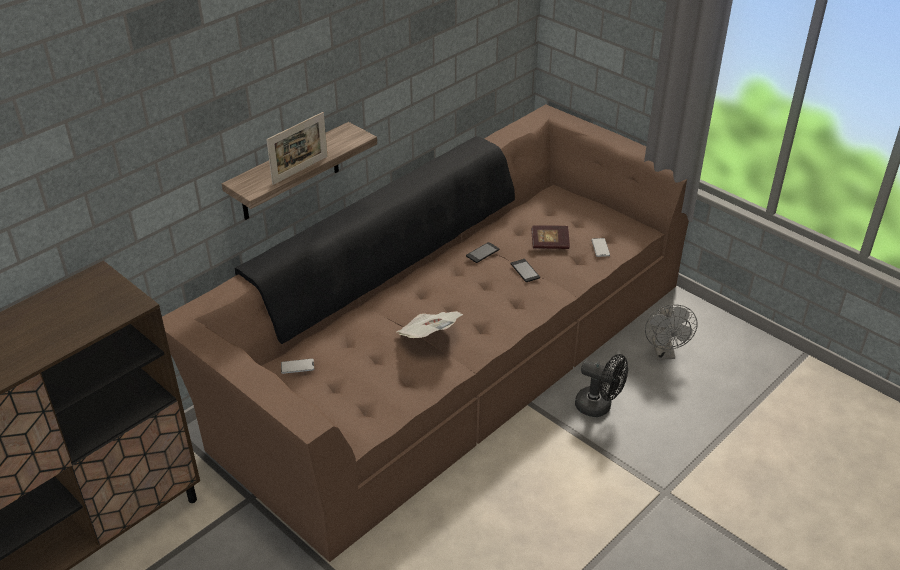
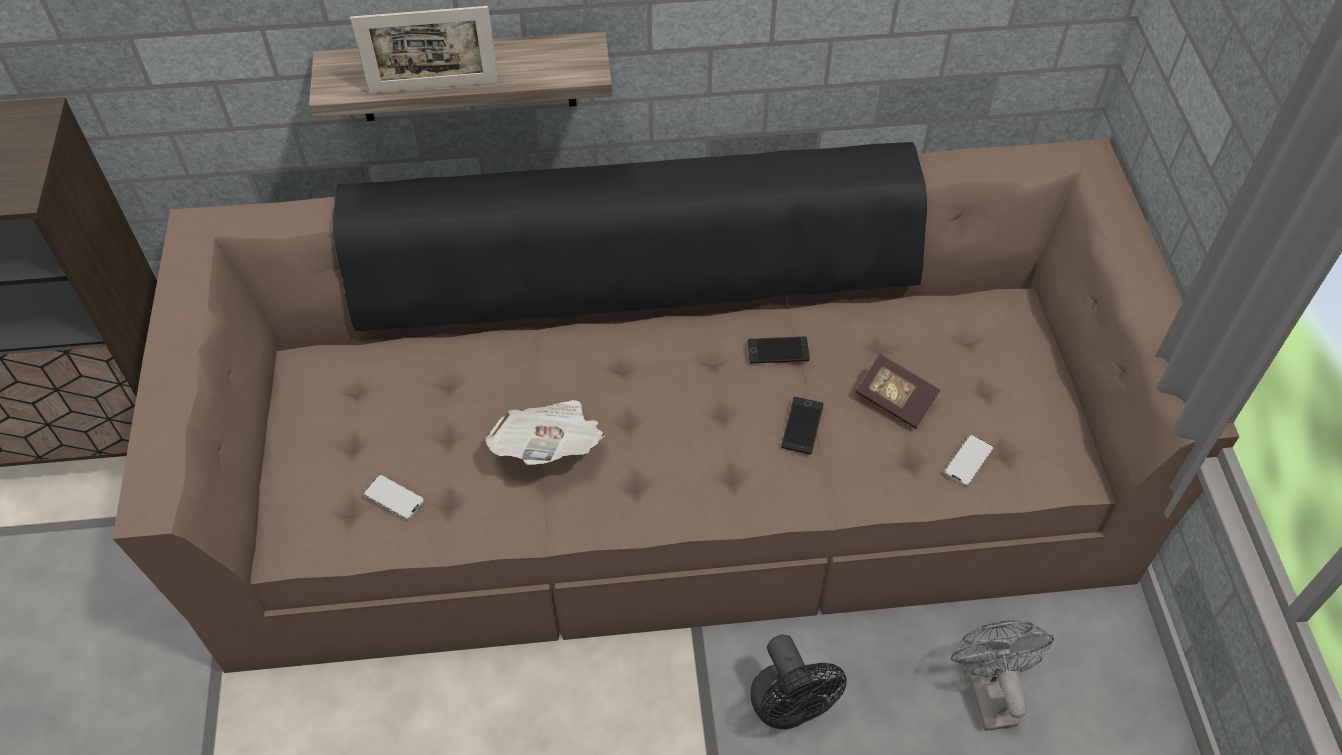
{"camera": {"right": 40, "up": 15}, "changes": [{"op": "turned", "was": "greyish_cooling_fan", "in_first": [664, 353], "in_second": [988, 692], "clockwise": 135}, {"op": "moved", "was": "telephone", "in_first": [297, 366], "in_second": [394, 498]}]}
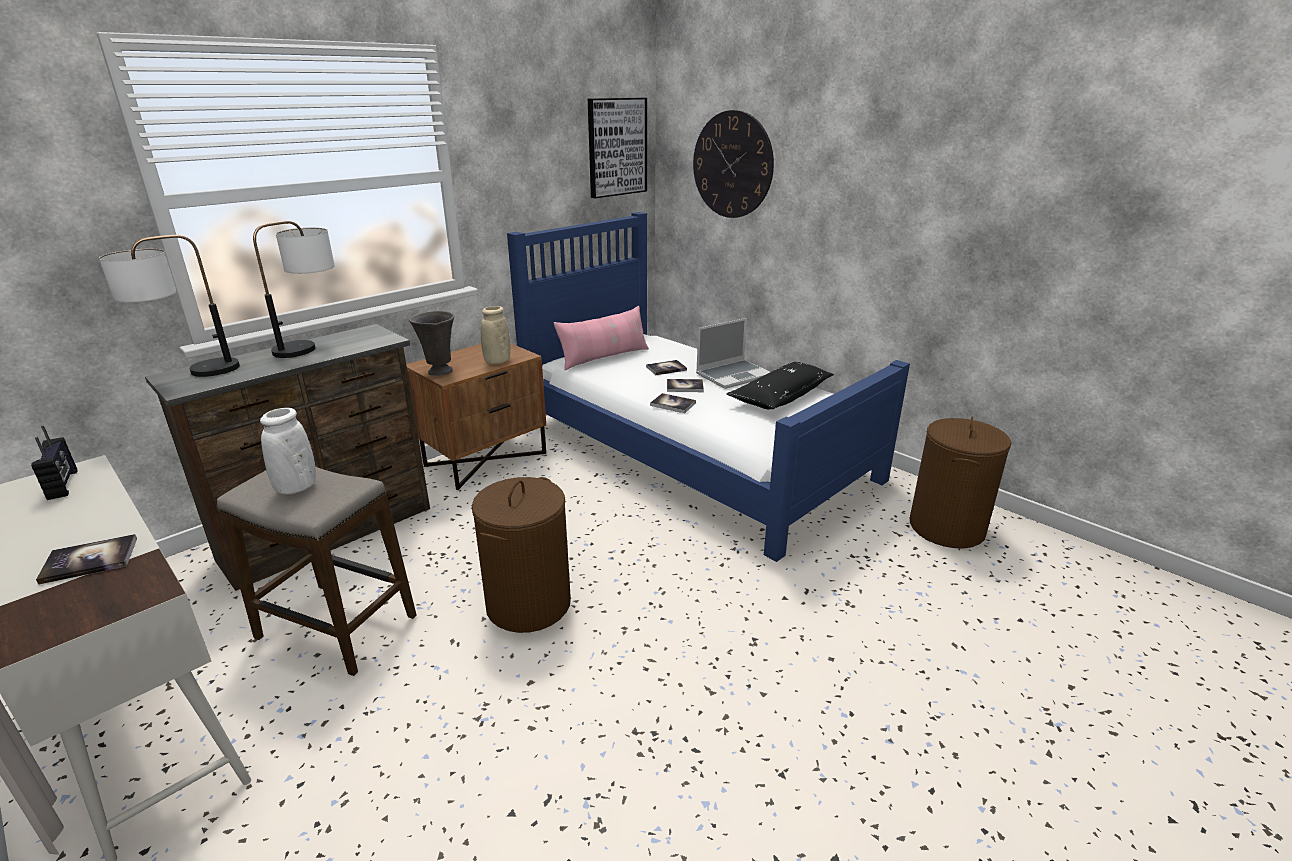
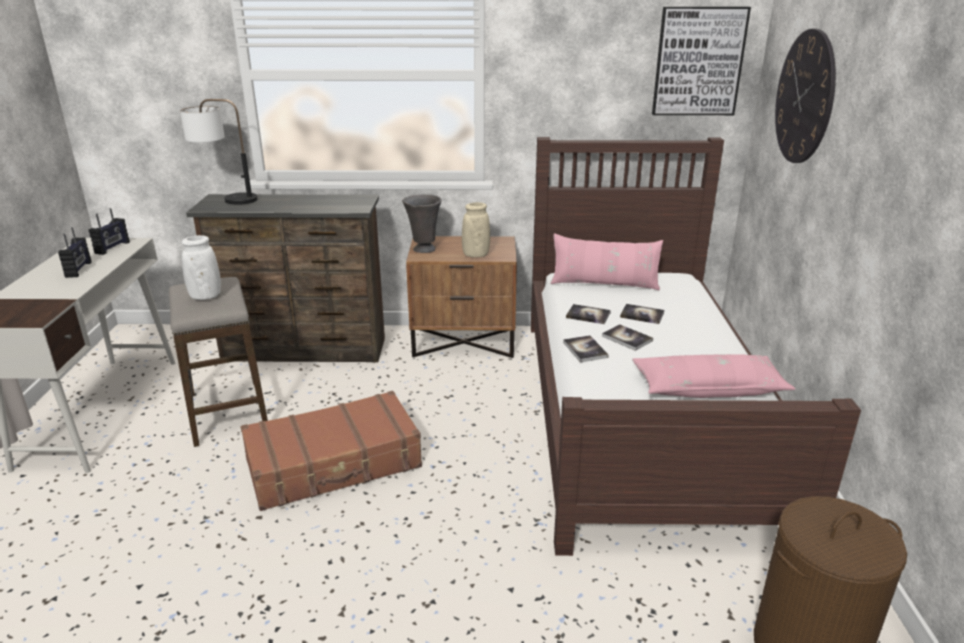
{"camera": {"right": 45, "up": 0}, "changes": [{"op": "recoloured", "was": "bluish_bedroom_bed", "now": "brown_bedroom_bed", "in_first": [691, 450], "in_second": [639, 413]}, {"op": "removed", "was": "tabletop_lamp", "in_first": [313, 345]}, {"op": "removed", "was": "portable_computer", "in_first": [733, 375]}, {"op": "recoloured", "was": "black_cushion", "now": "pink-coloured_cushion", "in_first": [781, 396], "in_second": [708, 388]}, {"op": "replaced", "was": "brown_hamper", "now": "brown_suitcase", "in_first": [528, 603], "in_second": [334, 464]}, {"op": "moved", "was": "volume", "in_first": [90, 560], "in_second": [588, 315]}, {"op": "added", "now": "radio_set", "in_second": [79, 269]}]}
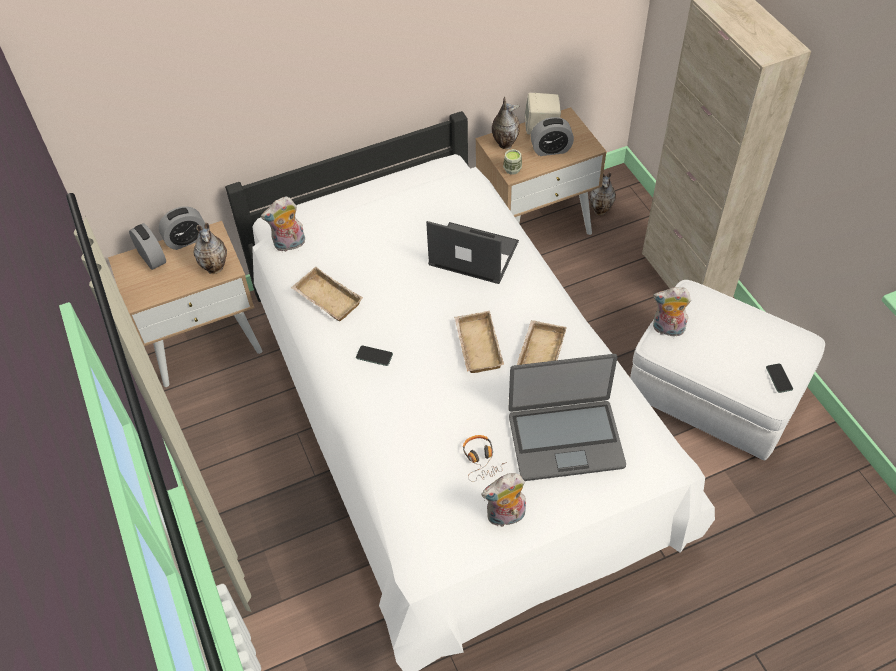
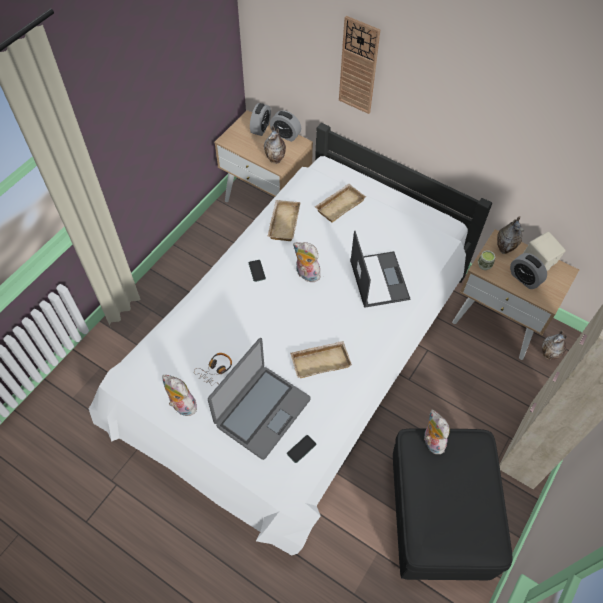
{"camera": {"right": 55, "up": 5}, "changes": [{"op": "moved", "was": "cuddly_toy", "in_first": [289, 245], "in_second": [306, 275]}, {"op": "recoloured", "was": "white_footrest", "now": "black_footrest", "in_first": [715, 396], "in_second": [438, 516]}, {"op": "moved", "was": "beige-coloured_serving_tray", "in_first": [476, 345], "in_second": [339, 205]}, {"op": "turned", "was": "portable_computer", "in_first": [565, 439], "in_second": [262, 411], "clockwise": -105}, {"op": "moved", "was": "telephone", "in_first": [779, 378], "in_second": [301, 449]}, {"op": "added", "now": "hanging_clock", "in_second": [358, 66]}]}
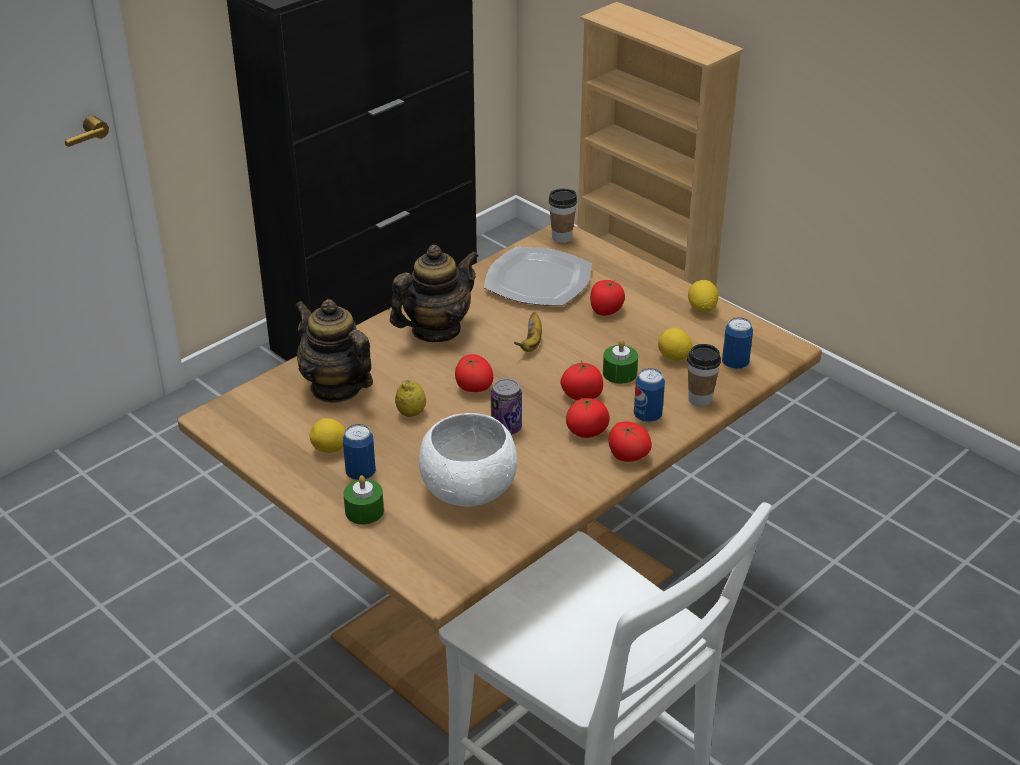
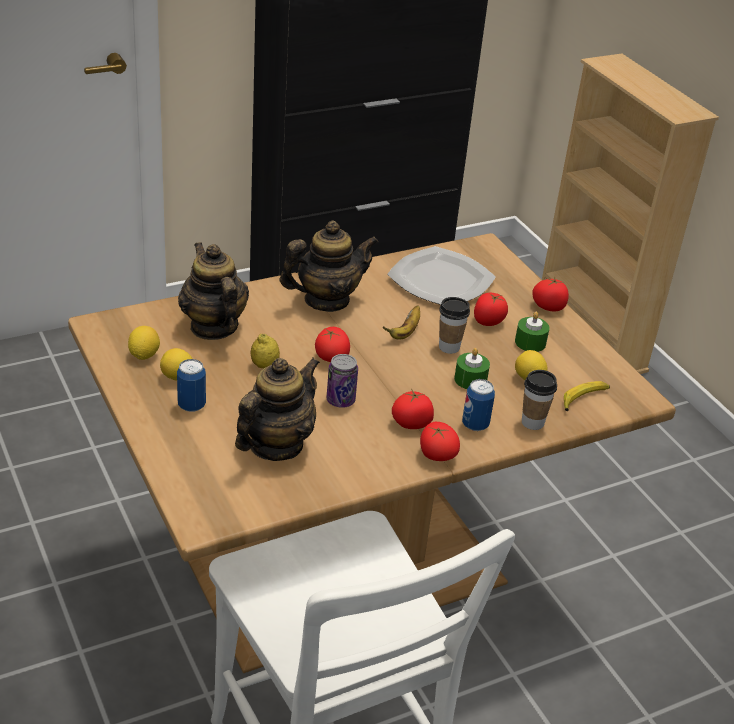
{"camera": {"right": 15, "up": 0}, "changes": [{"op": "moved", "was": "drinking_cup", "in_first": [561, 237], "in_second": [449, 347]}, {"op": "moved", "was": "whole_lemon", "in_first": [702, 309], "in_second": [144, 355]}, {"op": "replaced", "was": "metal_can", "now": "whole_banana", "in_first": [735, 364], "in_second": [583, 399]}, {"op": "moved", "was": "tomato", "in_first": [582, 395], "in_second": [549, 306]}, {"op": "replaced", "was": "white_serving_bowl", "now": "tea_pot", "in_first": [467, 490], "in_second": [275, 445]}, {"op": "moved", "was": "greenish_wax_light", "in_first": [364, 511], "in_second": [530, 342]}]}
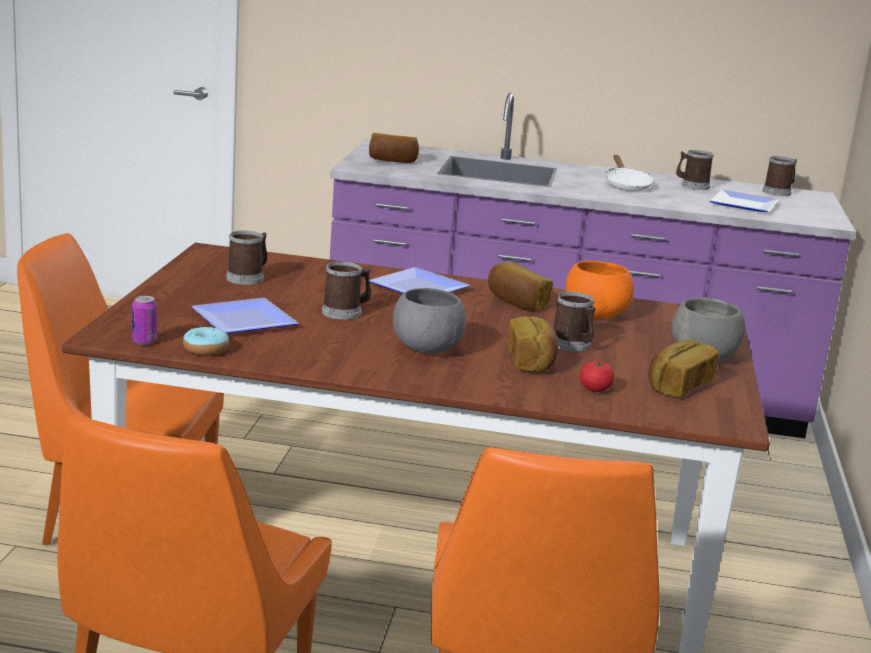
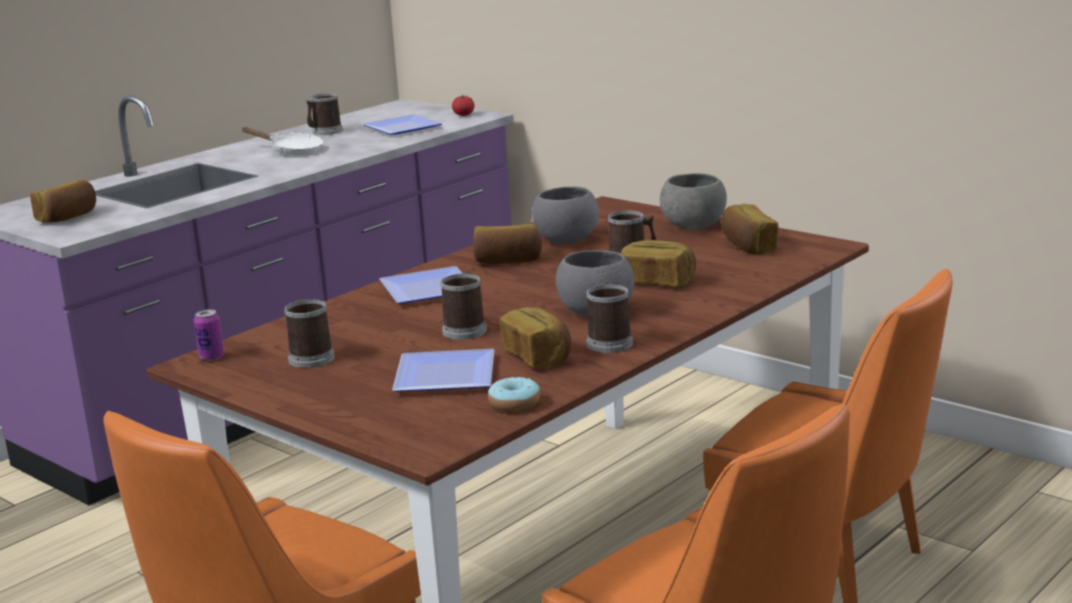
{"camera": {"right": -55, "up": 0}, "changes": [{"op": "moved", "was": "tea_mug", "in_first": [779, 192], "in_second": [609, 342]}, {"op": "recoloured", "was": "orange-coloured_serving_bowl", "now": "greyish_serving_bowl", "in_first": [595, 315], "in_second": [565, 241]}, {"op": "moved", "was": "metal_can", "in_first": [144, 341], "in_second": [212, 357]}, {"op": "moved", "was": "tomato", "in_first": [595, 389], "in_second": [463, 115]}, {"op": "added", "now": "bakery_bread", "in_second": [538, 357]}]}
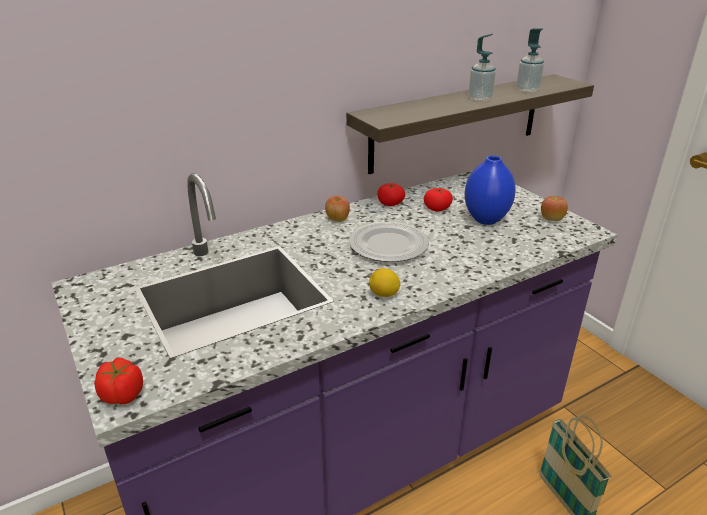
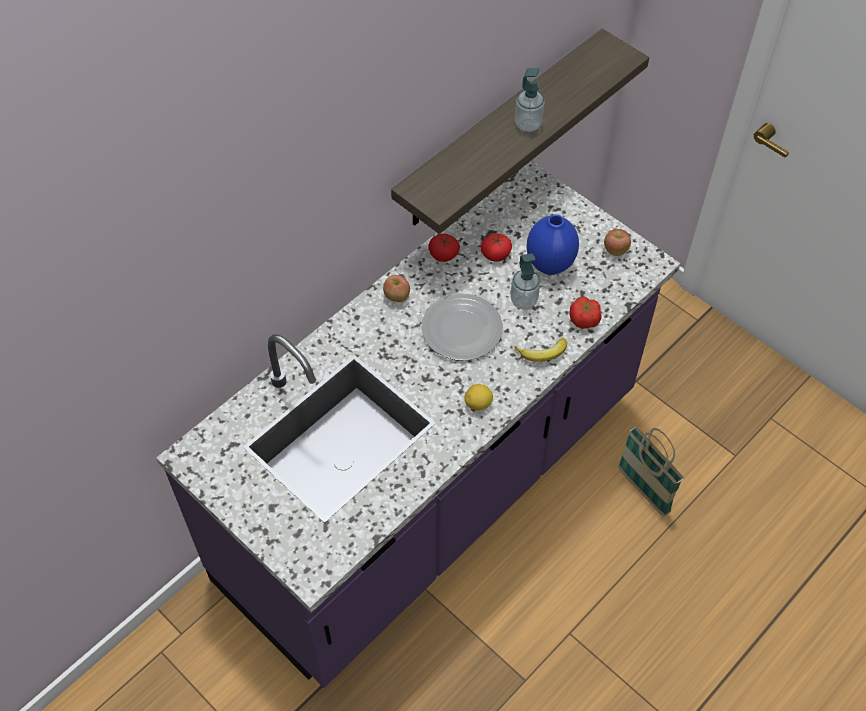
{"camera": {"right": -15, "up": 25}, "changes": [{"op": "moved", "was": "soap_bottle", "in_first": [527, 90], "in_second": [523, 301]}, {"op": "moved", "was": "tomato", "in_first": [122, 395], "in_second": [584, 320]}, {"op": "added", "now": "whole_banana", "in_second": [543, 354]}]}
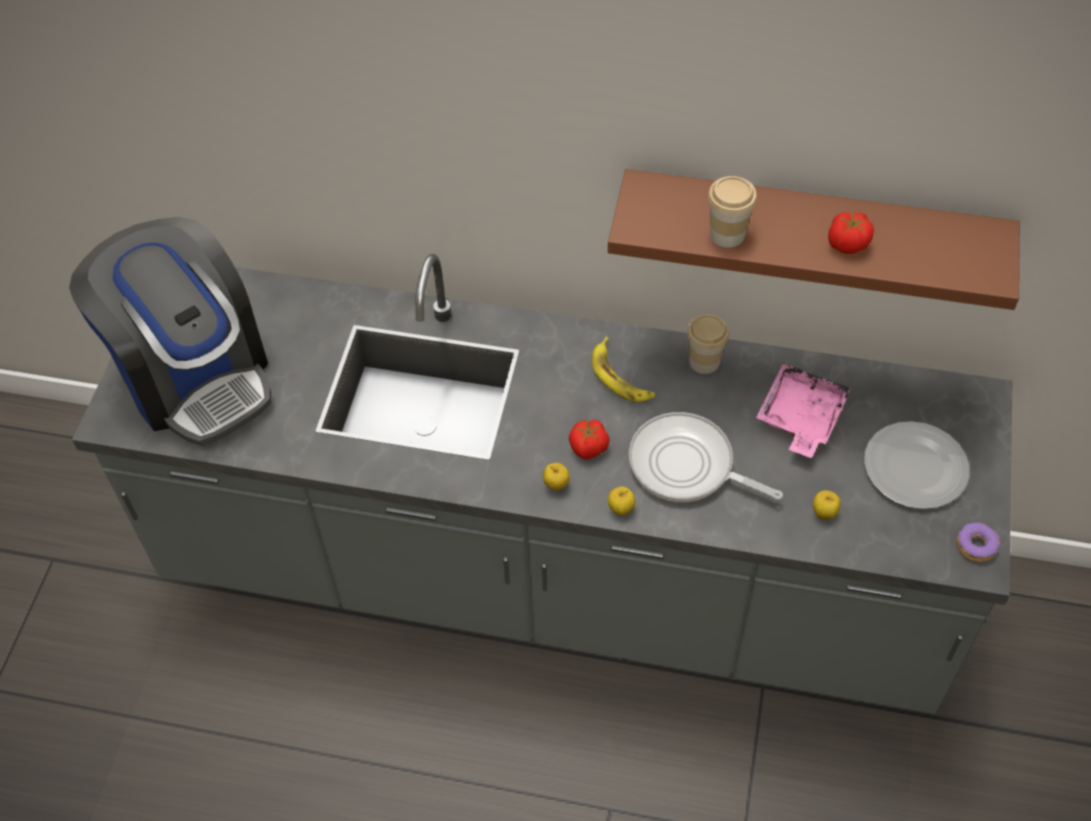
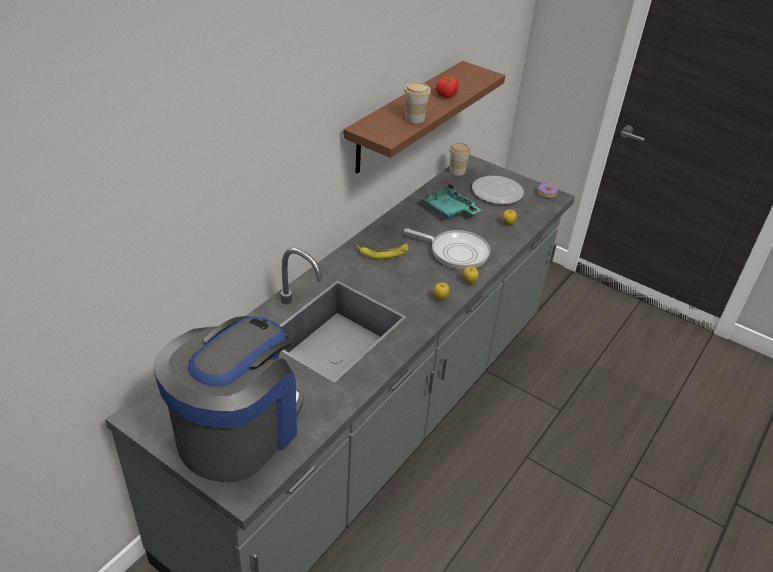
{"camera": {"right": -70, "up": -15}, "changes": [{"op": "turned", "was": "coffee_maker", "in_first": [194, 374], "in_second": [238, 430], "clockwise": -45}, {"op": "moved", "was": "drinking_cup", "in_first": [704, 361], "in_second": [457, 171]}, {"op": "recoloured", "was": "pink-coloured_serving_tray", "now": "turquoise_serving_tray", "in_first": [800, 417], "in_second": [449, 210]}, {"op": "turned", "was": "pan", "in_first": [687, 466], "in_second": [455, 252], "clockwise": -120}, {"op": "removed", "was": "tomato", "in_first": [589, 448]}]}
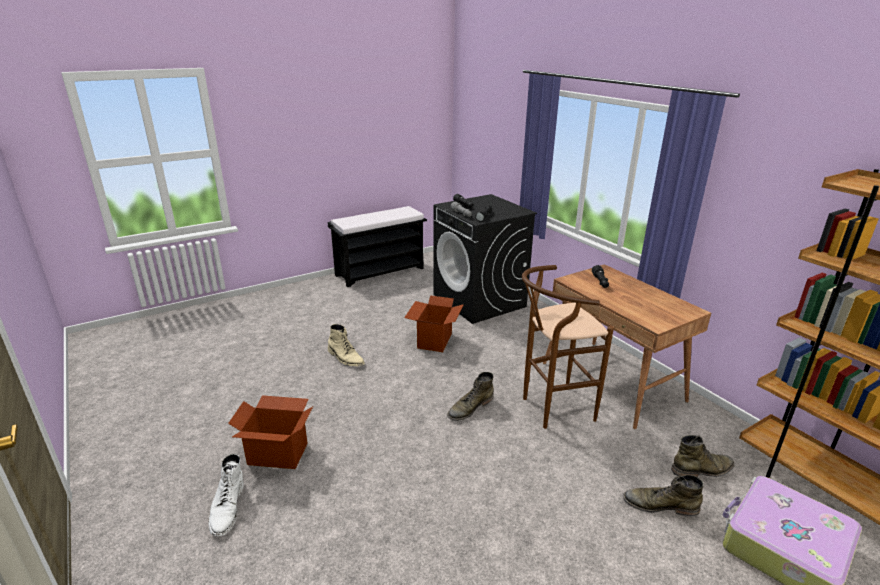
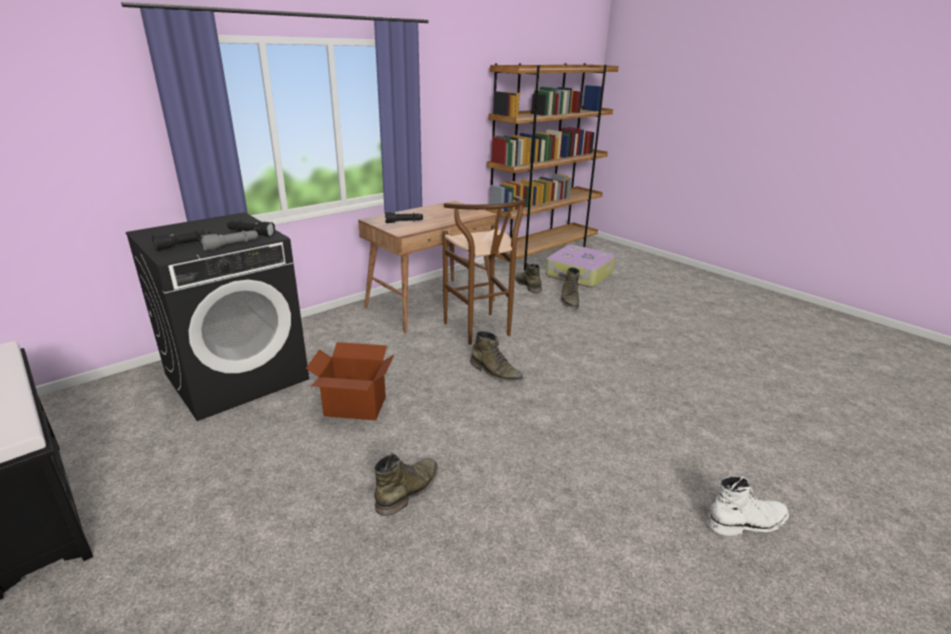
{"camera": {"right": -100, "up": 0}, "changes": [{"op": "recoloured", "was": "beige-coloured_boot", "now": "greenish_boot", "in_first": [345, 358], "in_second": [409, 490]}, {"op": "removed", "was": "packing_box", "in_first": [278, 453]}]}
